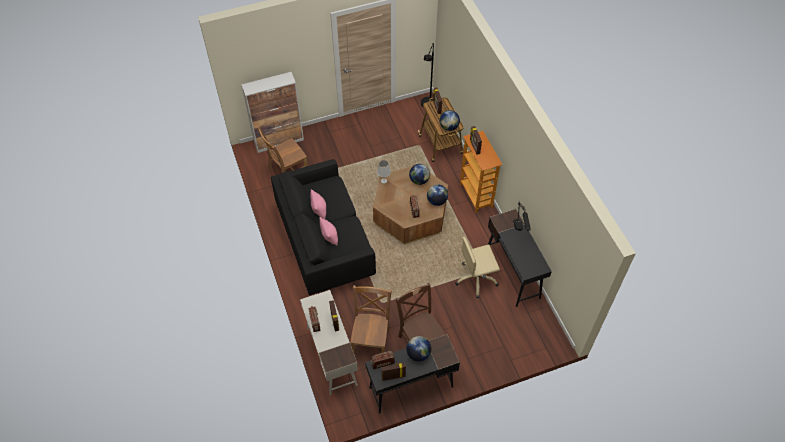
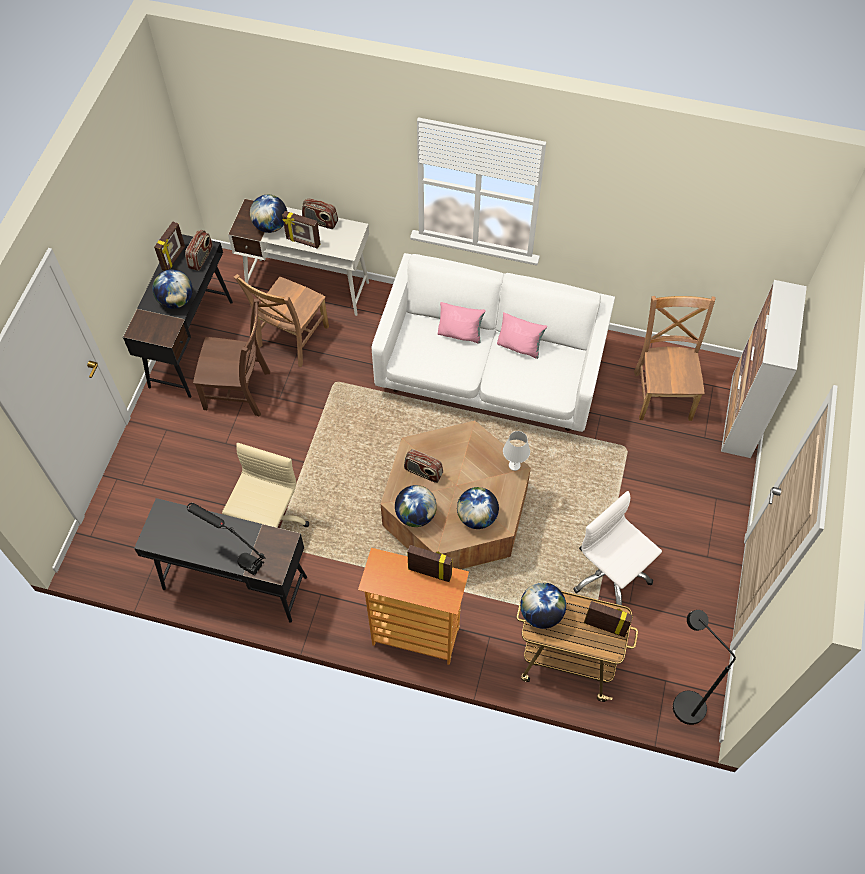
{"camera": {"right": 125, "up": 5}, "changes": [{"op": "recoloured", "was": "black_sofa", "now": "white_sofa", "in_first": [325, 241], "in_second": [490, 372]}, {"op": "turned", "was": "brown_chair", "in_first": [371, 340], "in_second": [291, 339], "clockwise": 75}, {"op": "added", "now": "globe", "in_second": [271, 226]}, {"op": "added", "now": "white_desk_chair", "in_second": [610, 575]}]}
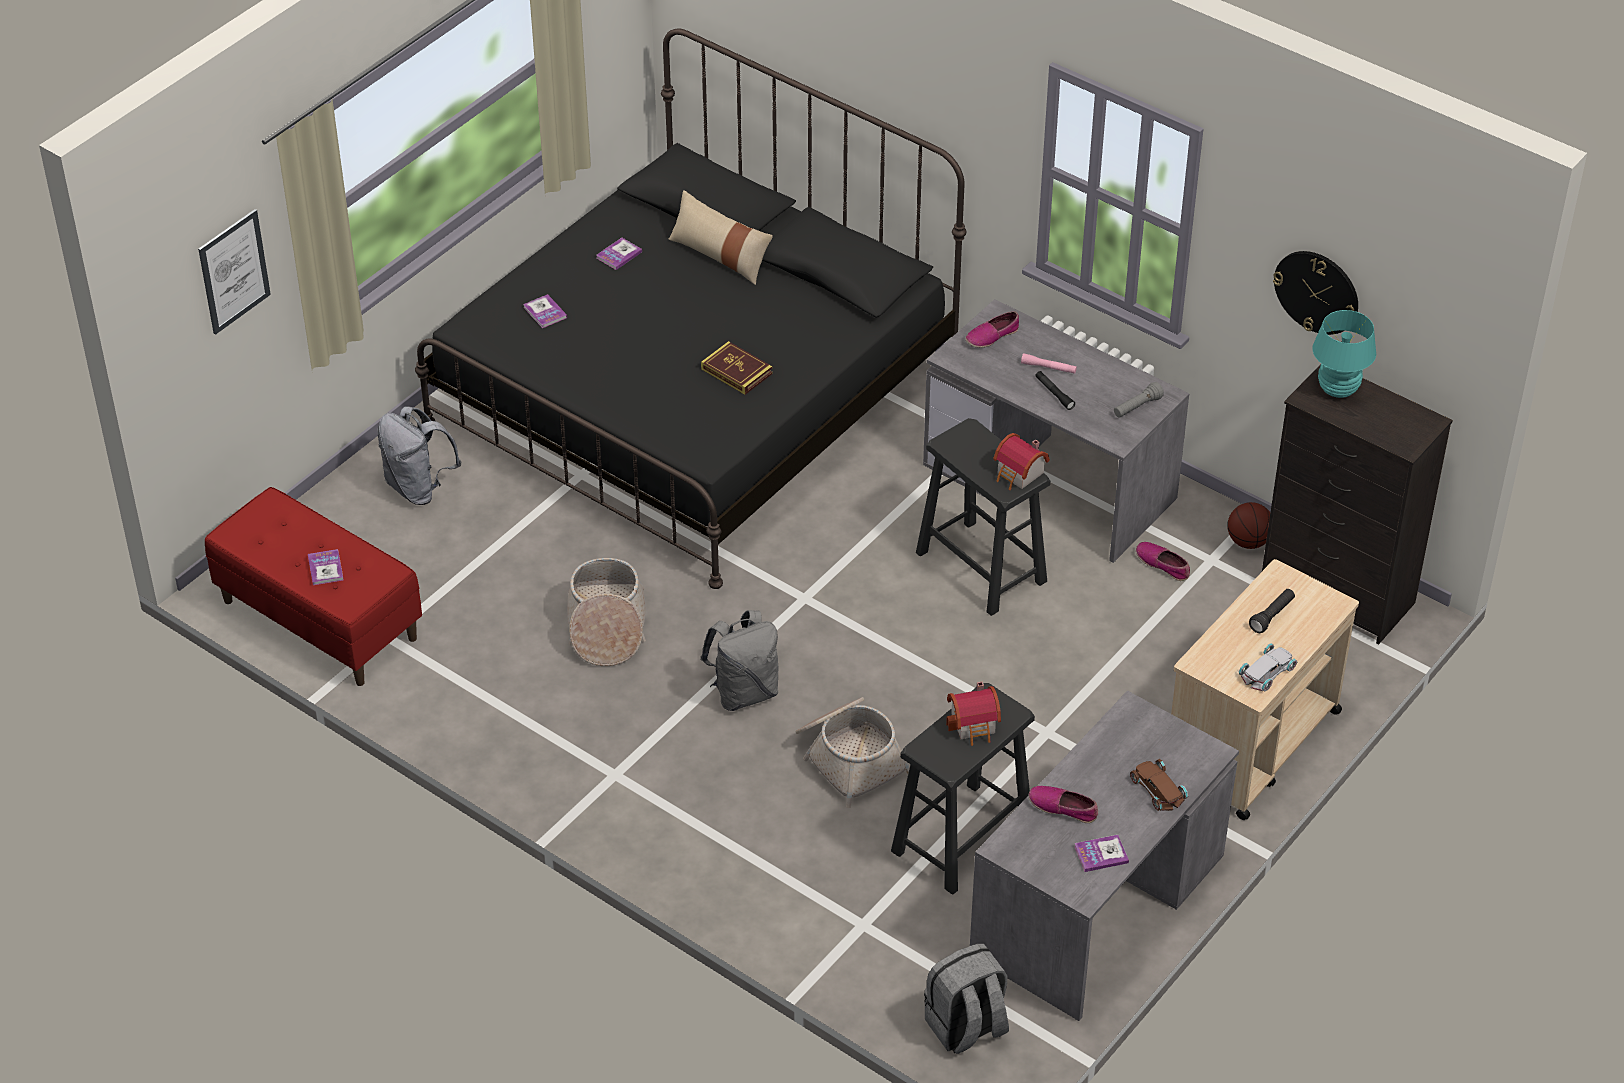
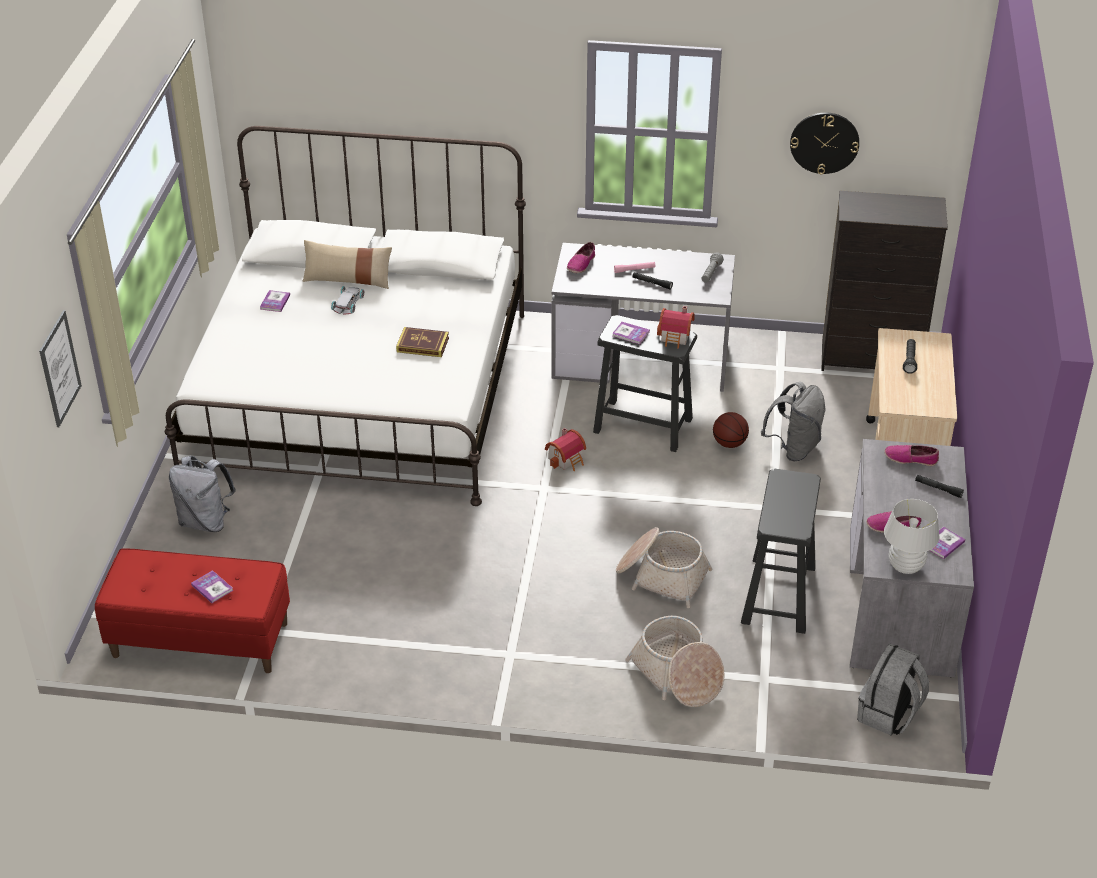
{"camera": {"right": -30, "up": -5}, "changes": [{"op": "recoloured", "was": "black_bedroom_bed", "now": "white_bedroom_bed", "in_first": [693, 396], "in_second": [359, 392]}, {"op": "moved", "was": "volume", "in_first": [545, 312], "in_second": [630, 334]}, {"op": "removed", "was": "turquoise_tabletop_lamp", "in_first": [1338, 390]}, {"op": "moved", "was": "basketball", "in_first": [1248, 542], "in_second": [729, 443]}, {"op": "moved", "was": "shoe", "in_first": [1163, 565], "in_second": [910, 459]}, {"op": "moved", "was": "storage_basket", "in_first": [606, 627], "in_second": [677, 675]}, {"op": "moved", "was": "greyish_knapsack", "in_first": [744, 692], "in_second": [794, 448]}, {"op": "moved", "was": "white_miniature_car", "in_first": [1268, 671], "in_second": [348, 303]}, {"op": "moved", "was": "miniature_house", "in_first": [975, 725], "in_second": [567, 459]}, {"op": "replaced", "was": "brown_miniature_car", "now": "black_flashlight", "in_first": [1158, 788], "in_second": [938, 489]}, {"op": "added", "now": "white_tabletop_lamp", "in_second": [905, 566]}]}
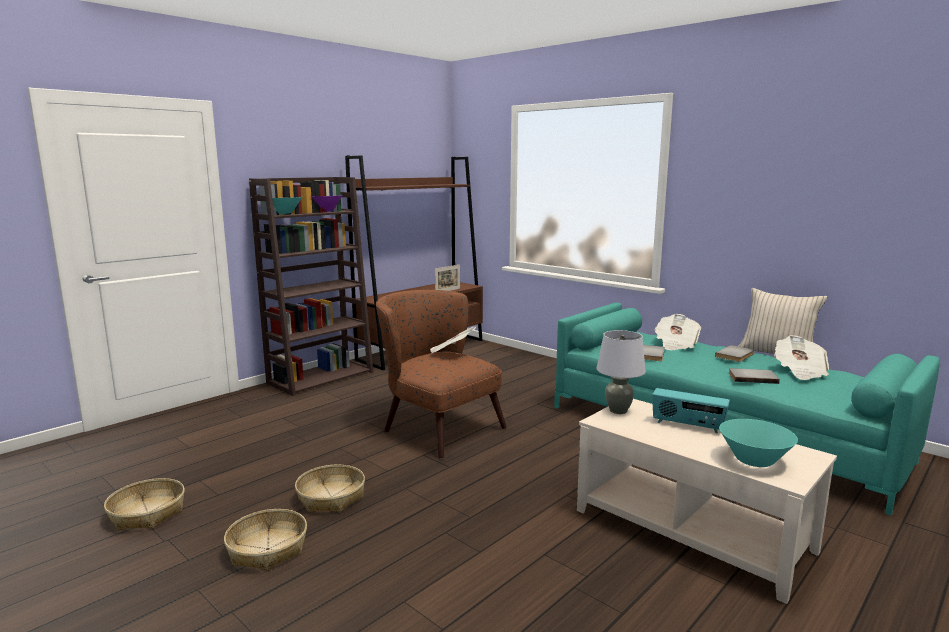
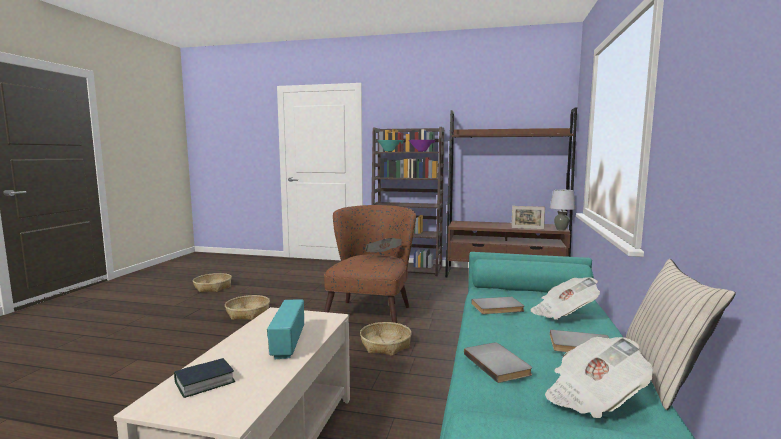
{"camera": {"right": 60, "up": -5}, "changes": [{"op": "moved", "was": "greyish_tabletop_lamp", "in_first": [618, 411], "in_second": [560, 229]}, {"op": "replaced", "was": "turquoise_serving_bowl", "now": "volume", "in_first": [754, 460], "in_second": [204, 382]}, {"op": "moved", "was": "storage_basket", "in_first": [268, 549], "in_second": [386, 345]}]}
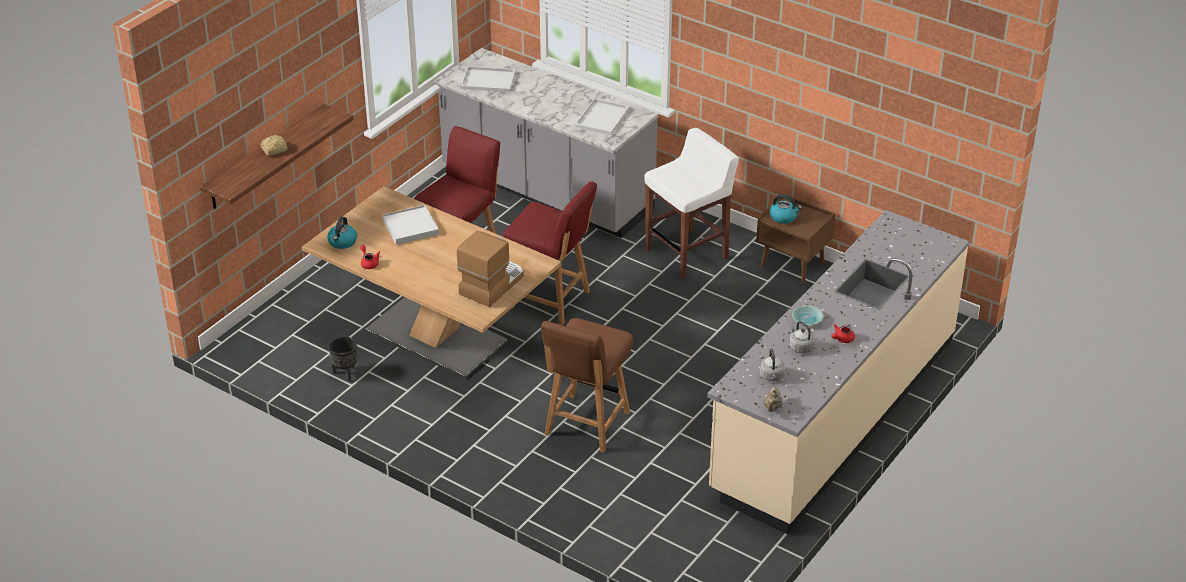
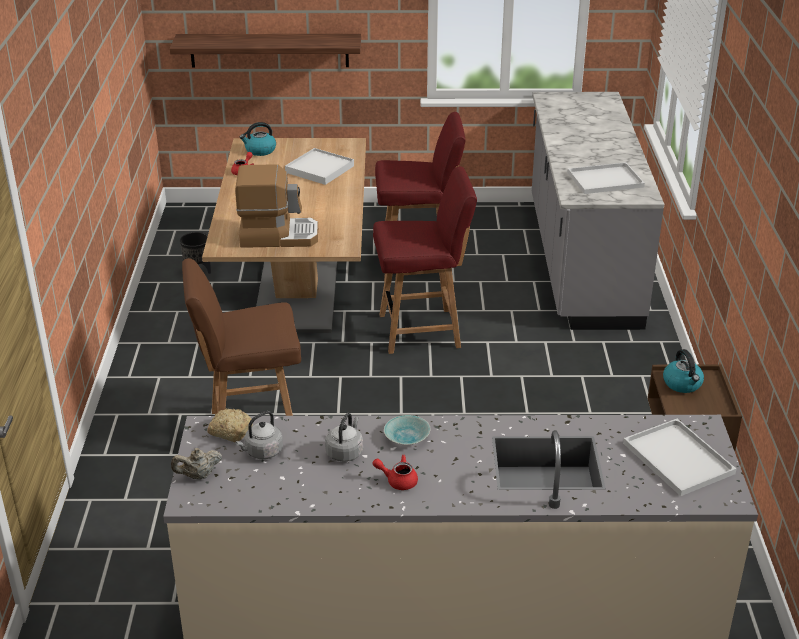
{"camera": {"right": 55, "up": -5}, "changes": [{"op": "moved", "was": "white_serving_tray", "in_first": [487, 81], "in_second": [676, 457]}, {"op": "removed", "was": "white_stool_seat", "in_first": [688, 253]}, {"op": "moved", "was": "bakery_bread", "in_first": [273, 150], "in_second": [230, 431]}, {"op": "turned", "was": "red-coloured_chair", "in_first": [551, 300], "in_second": [422, 331], "clockwise": -90}]}
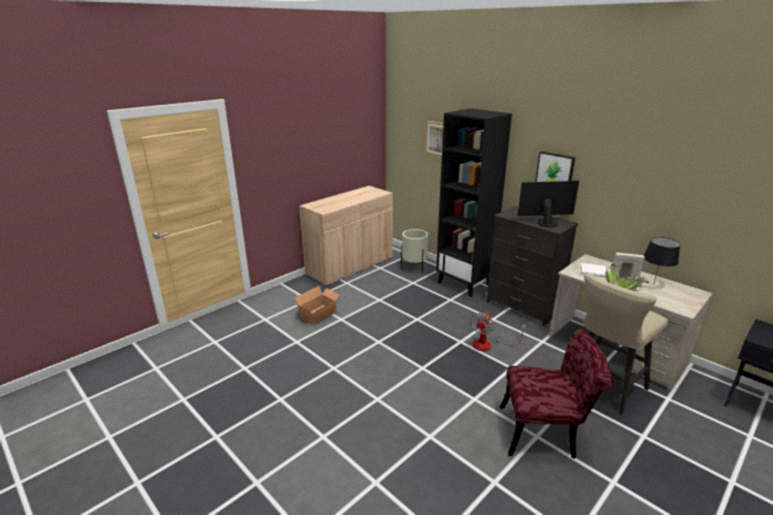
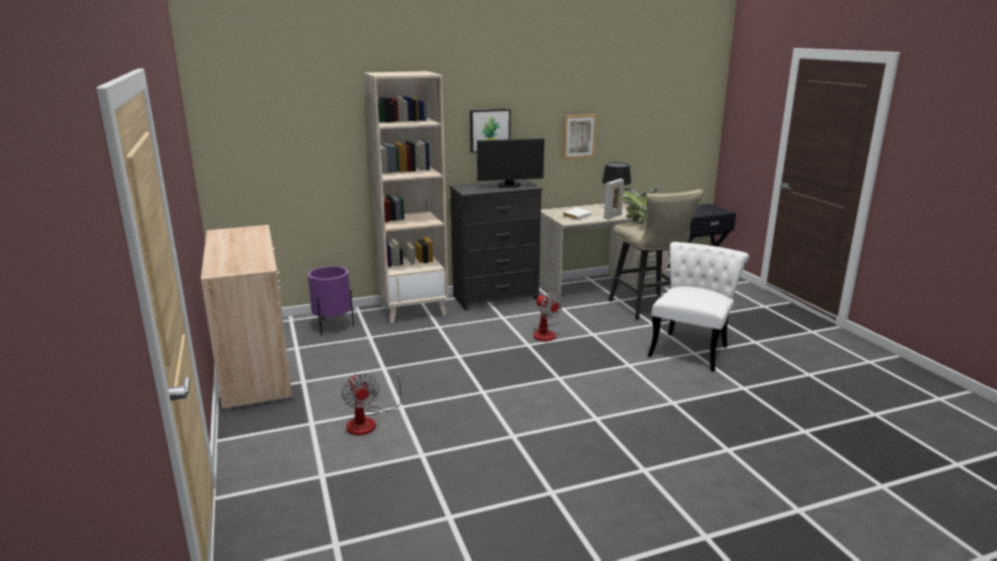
{"camera": {"right": -65, "up": -5}, "changes": [{"op": "recoloured", "was": "black_shelving_unit", "now": "beige-coloured_shelving_unit", "in_first": [464, 283], "in_second": [413, 310]}, {"op": "moved", "was": "wall_art", "in_first": [437, 138], "in_second": [578, 136]}, {"op": "turned", "was": "monitor", "in_first": [546, 222], "in_second": [509, 185], "clockwise": -120}, {"op": "recoloured", "was": "beige-coloured_planter", "now": "purple-coloured_planter", "in_first": [414, 268], "in_second": [333, 327]}, {"op": "replaced", "was": "packing_box", "now": "cooling_fan", "in_first": [320, 314], "in_second": [368, 421]}, {"op": "recoloured", "was": "red-coloured_chair", "now": "white_chair", "in_first": [545, 432], "in_second": [691, 348]}]}
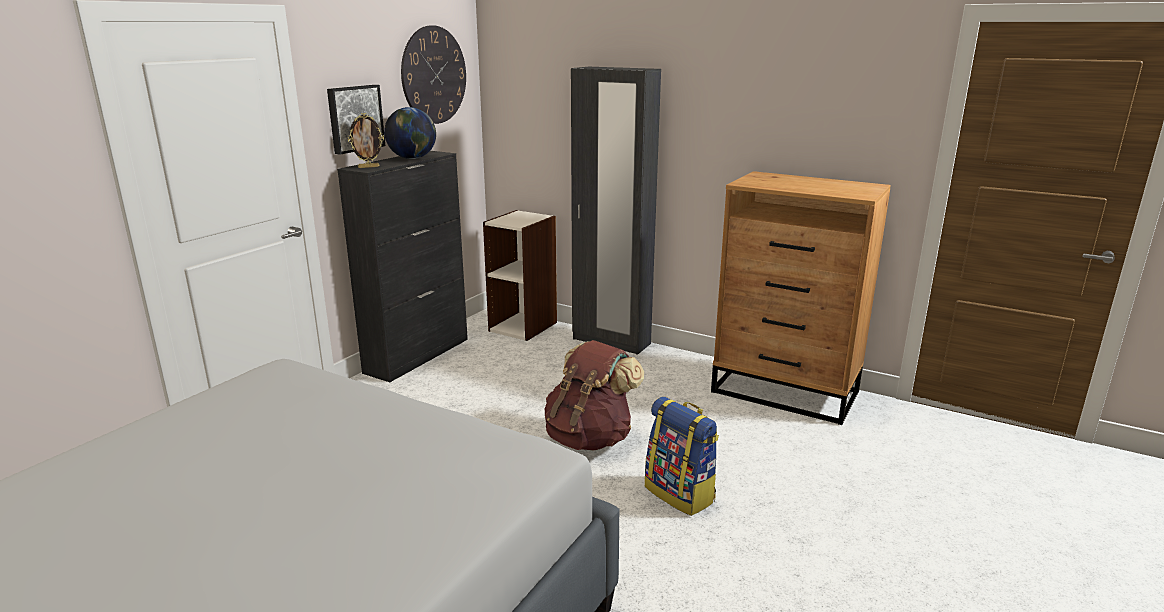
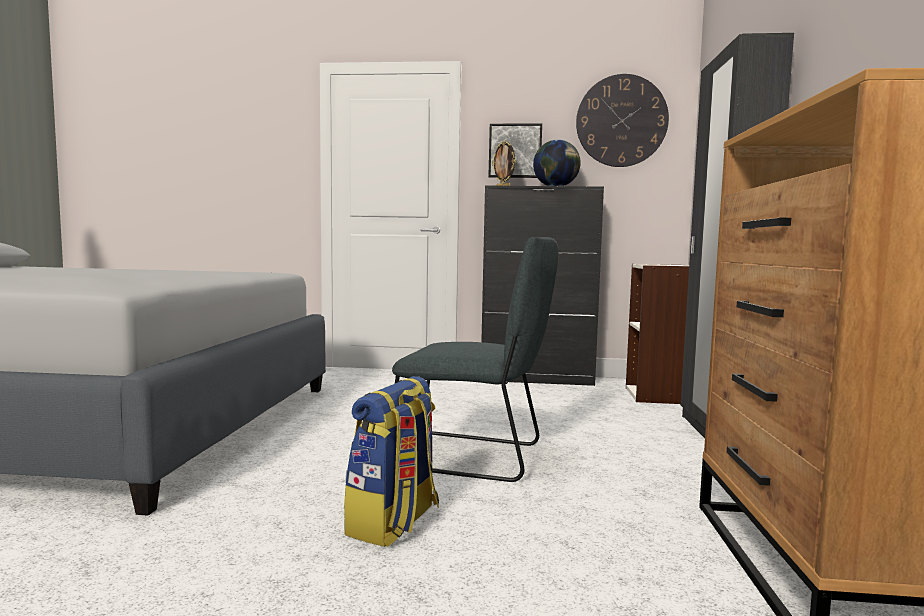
{"camera": {"right": 65, "up": -15}, "changes": [{"op": "replaced", "was": "brown_knapsack", "now": "greyish_chair", "in_first": [590, 438], "in_second": [474, 456]}]}
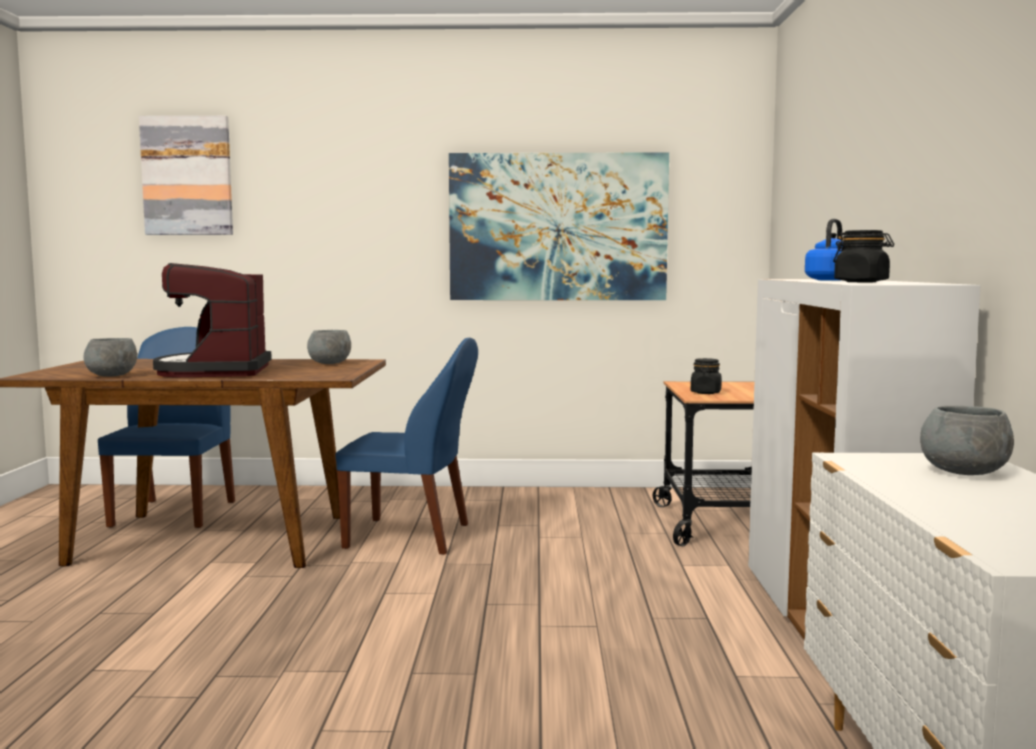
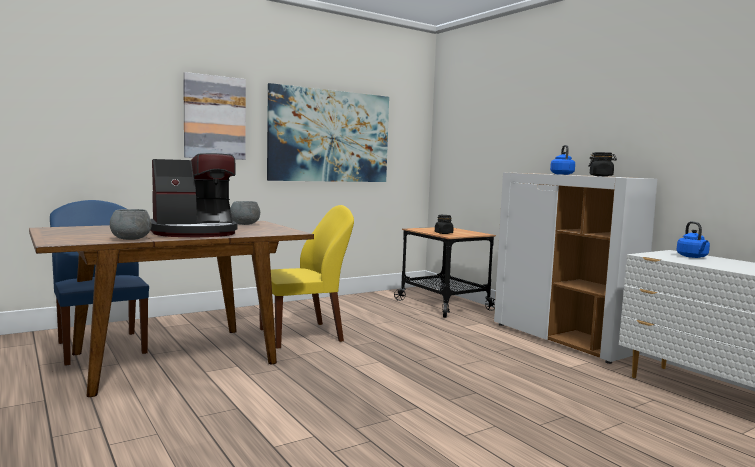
{"camera": {"right": -35, "up": 0}, "changes": [{"op": "moved", "was": "wall_art", "in_first": [187, 176], "in_second": [214, 117]}, {"op": "turned", "was": "coffee_maker", "in_first": [215, 371], "in_second": [194, 232], "clockwise": -75}, {"op": "recoloured", "was": "bluish_chair", "now": "yellowish_chair", "in_first": [411, 537], "in_second": [303, 335]}, {"op": "replaced", "was": "greyish_serving_bowl", "now": "bluish_tea_kettle", "in_first": [964, 473], "in_second": [693, 257]}]}
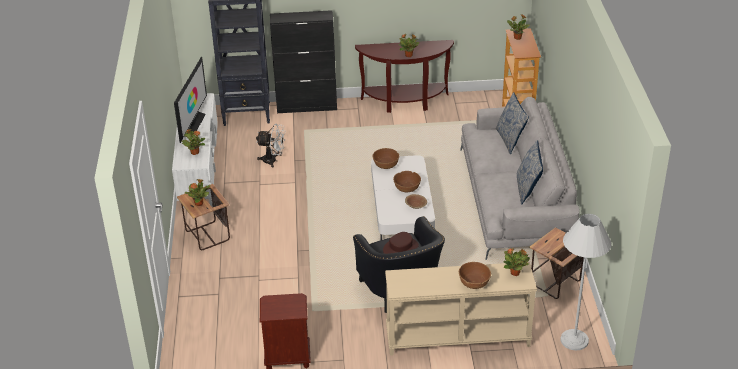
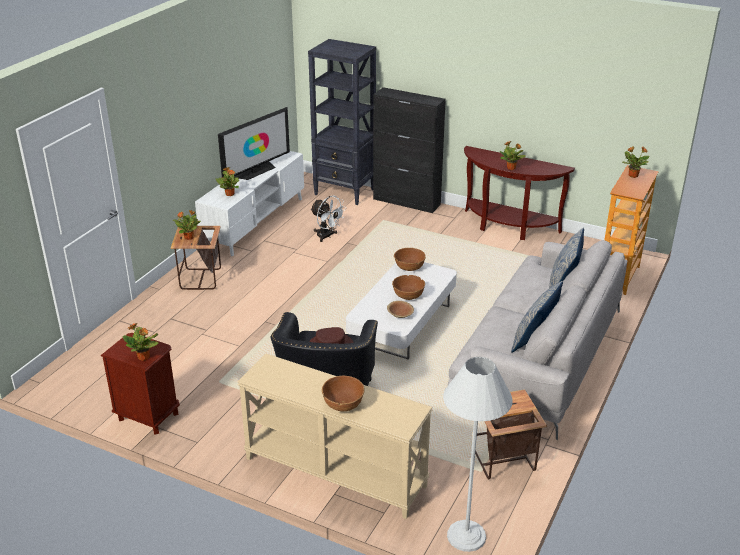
{"camera": {"right": 30, "up": -5}, "changes": [{"op": "moved", "was": "potted_plant", "in_first": [515, 273], "in_second": [144, 357]}]}
